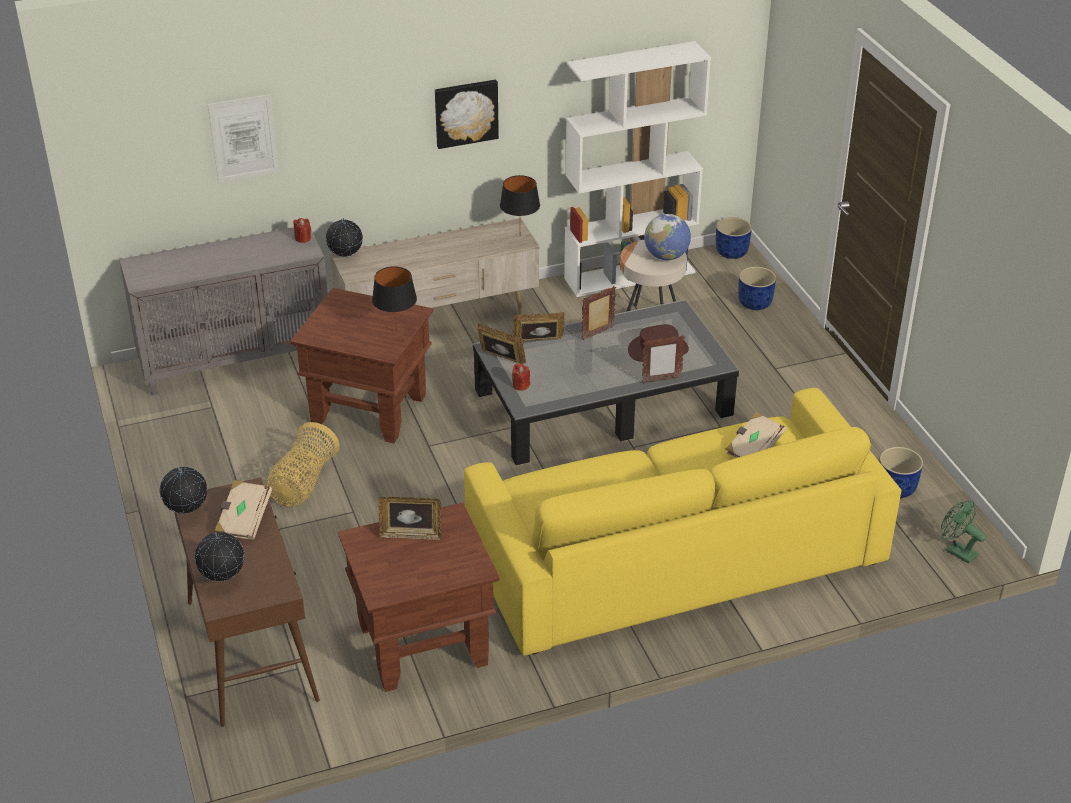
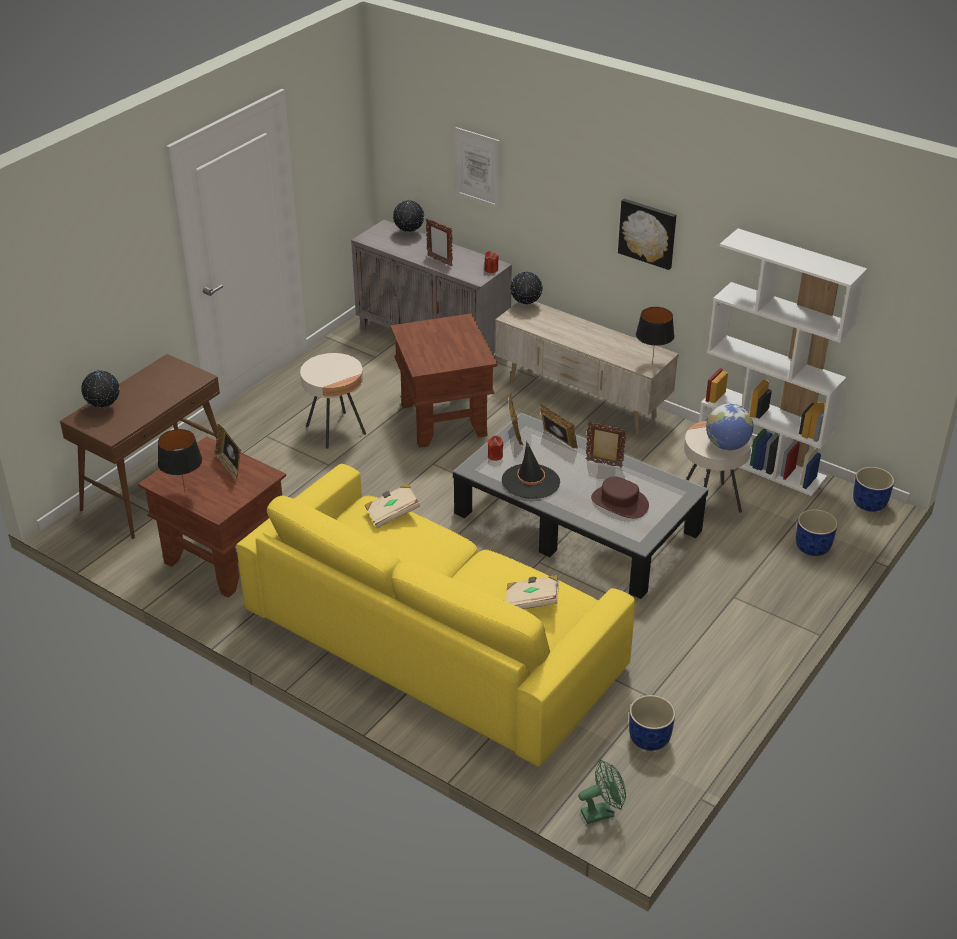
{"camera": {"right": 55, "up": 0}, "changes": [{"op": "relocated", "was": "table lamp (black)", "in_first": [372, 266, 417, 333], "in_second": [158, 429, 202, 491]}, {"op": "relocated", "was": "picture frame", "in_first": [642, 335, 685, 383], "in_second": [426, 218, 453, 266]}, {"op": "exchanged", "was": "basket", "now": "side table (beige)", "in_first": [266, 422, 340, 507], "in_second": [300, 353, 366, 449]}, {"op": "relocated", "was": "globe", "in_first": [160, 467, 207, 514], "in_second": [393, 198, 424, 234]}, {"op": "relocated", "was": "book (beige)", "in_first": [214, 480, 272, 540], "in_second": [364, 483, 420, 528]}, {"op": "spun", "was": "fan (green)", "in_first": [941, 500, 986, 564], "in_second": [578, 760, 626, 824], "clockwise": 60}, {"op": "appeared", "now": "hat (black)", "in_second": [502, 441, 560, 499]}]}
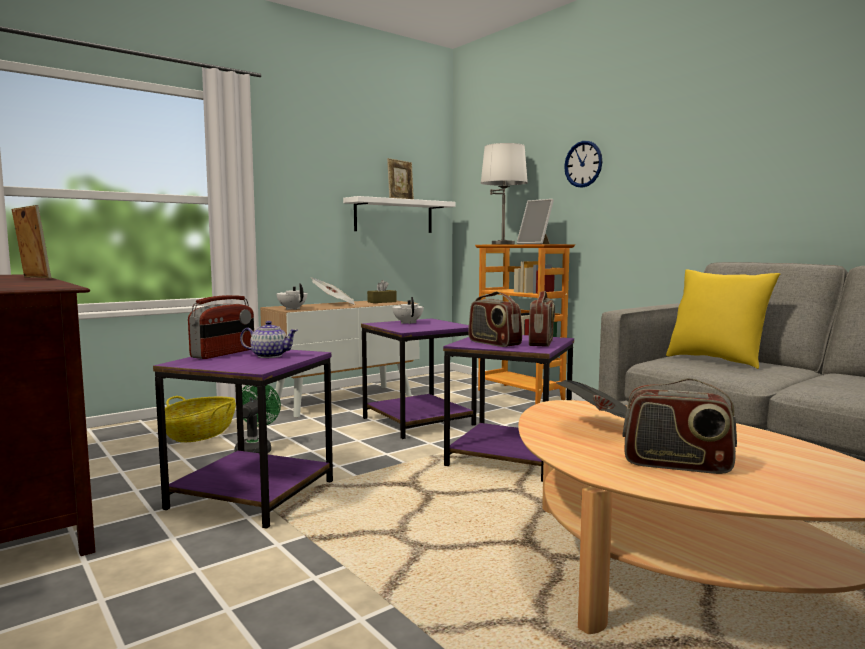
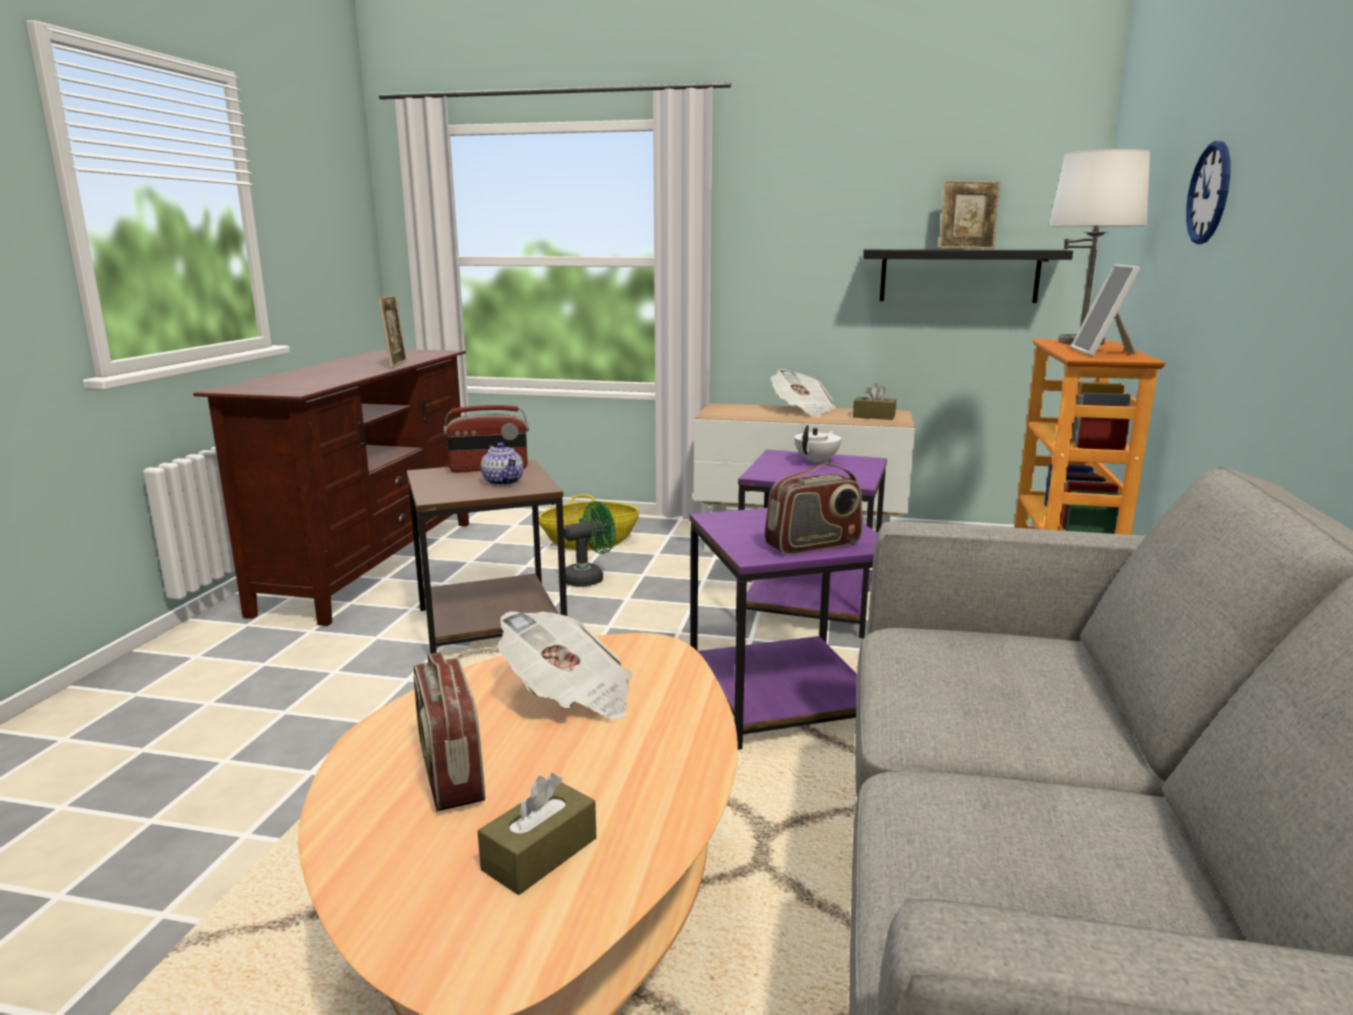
{"camera": {"right": 50, "up": 10}, "changes": [{"op": "colour", "was": "shelf (white)", "now": "shelf (black)", "in_first": [343, 196, 456, 233], "in_second": [863, 249, 1073, 303]}, {"op": "missing", "was": "pillow (yellow)", "in_first": [666, 269, 780, 369]}, {"op": "missing", "was": "teapot (white)", "in_first": [277, 283, 307, 310]}, {"op": "missing", "was": "radio", "in_first": [468, 292, 522, 347]}, {"op": "colour", "was": "side table (purple)", "now": "side table (brown)", "in_first": [153, 350, 333, 529], "in_second": [407, 460, 567, 654]}, {"op": "appeared", "now": "tissue box (brown)", "in_second": [478, 773, 596, 895]}]}
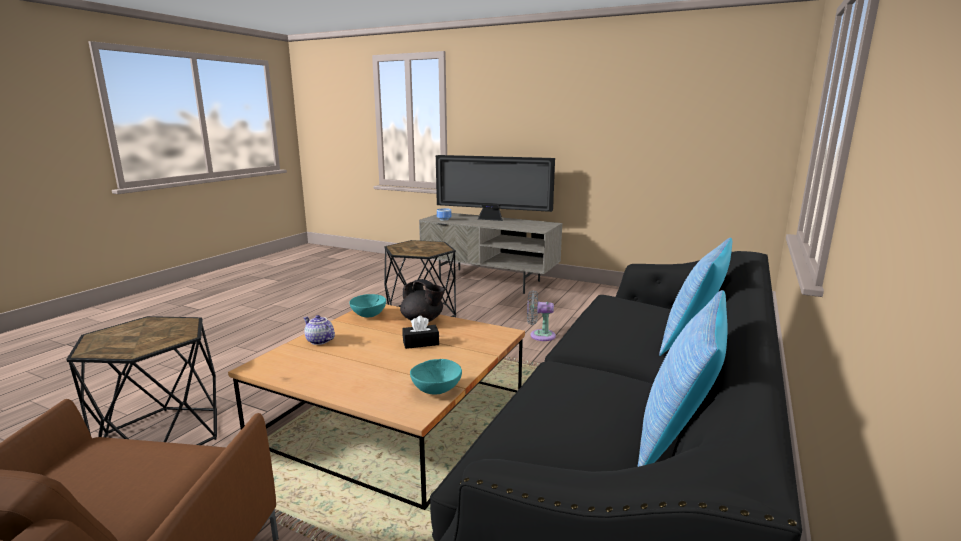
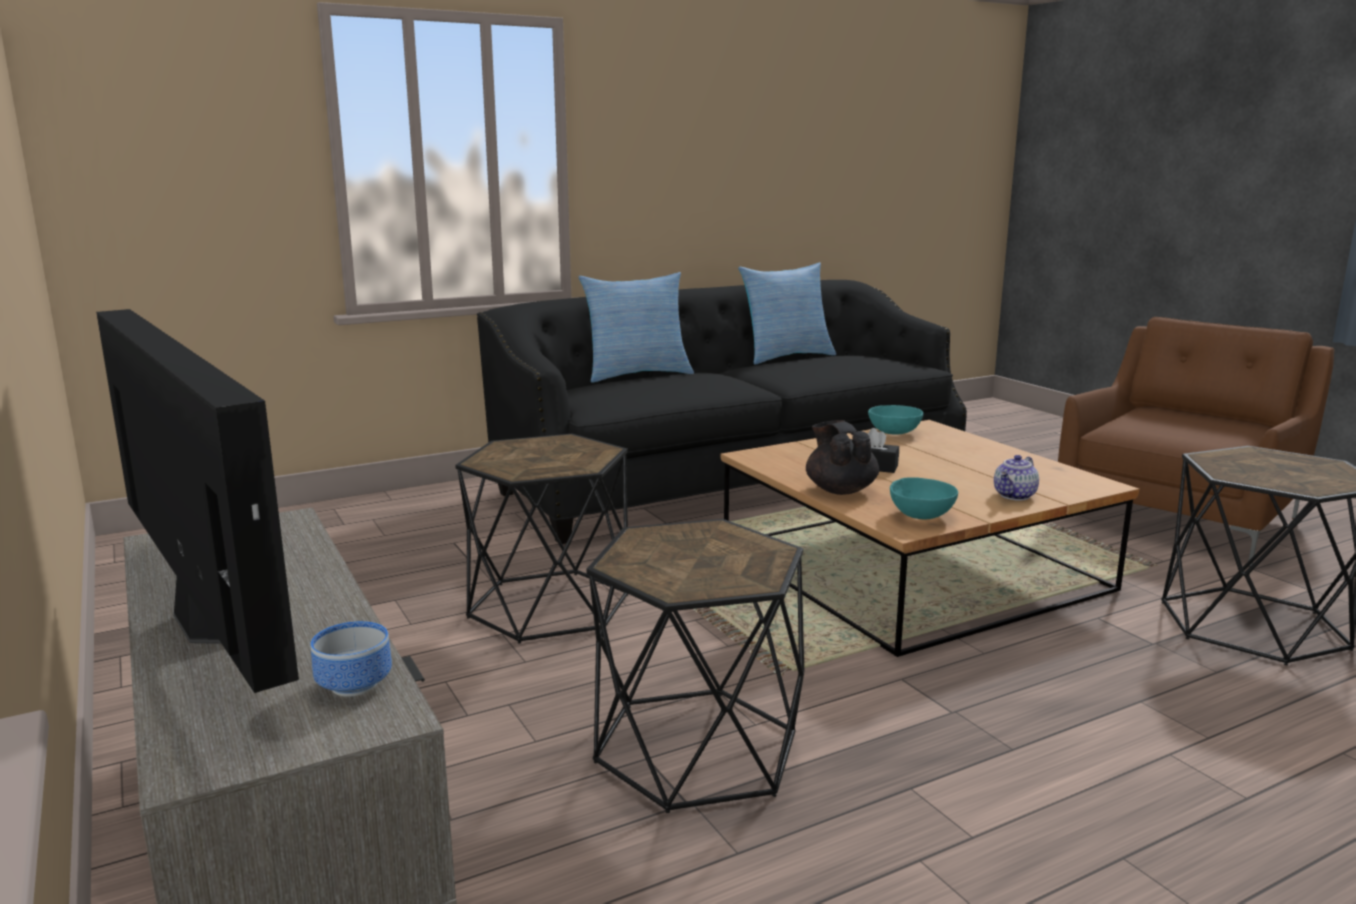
{"camera": {"right": -145, "up": 0}, "changes": [{"op": "exchanged", "was": "fan (grey)", "now": "side table (black)", "in_first": [527, 290, 556, 341], "in_second": [455, 434, 628, 644]}, {"op": "spun", "was": "teapot", "in_first": [303, 315, 335, 345], "in_second": [994, 455, 1039, 501], "clockwise": 60}]}
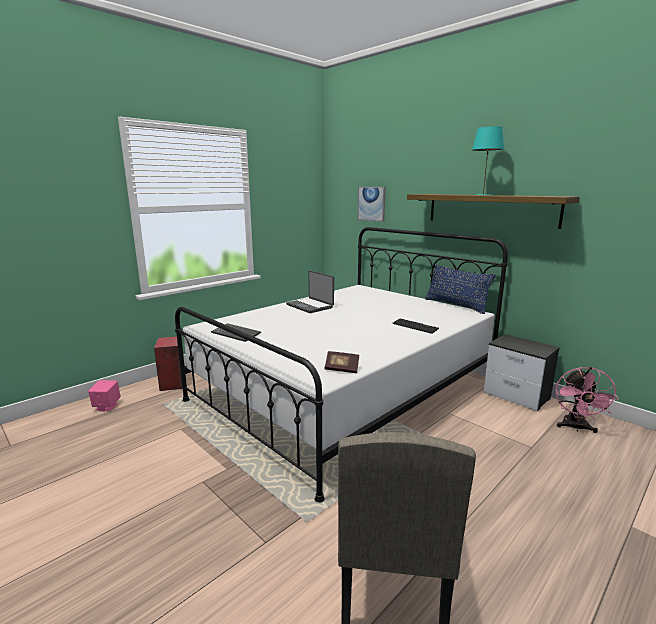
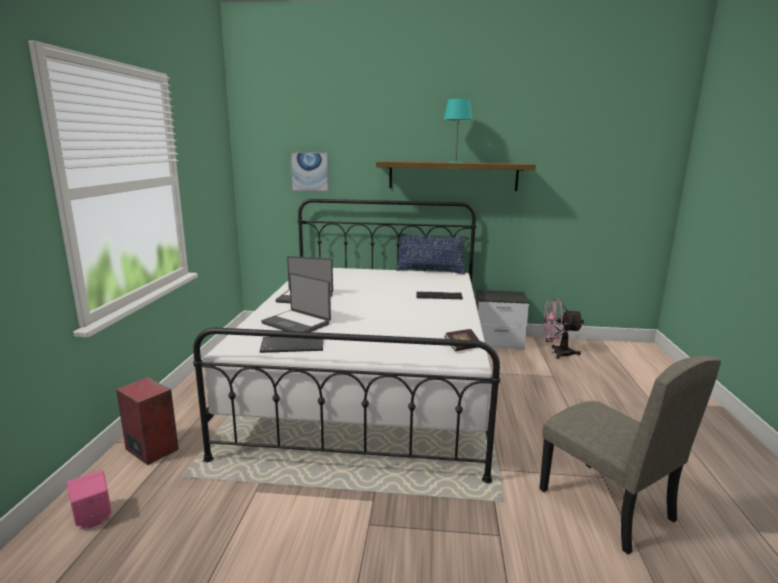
{"camera": {"right": -40, "up": 0}, "changes": [{"op": "spun", "was": "fan (pink)", "in_first": [555, 367, 619, 433], "in_second": [543, 299, 584, 359], "clockwise": 120}, {"op": "appeared", "now": "laptop", "in_second": [261, 273, 331, 332]}]}
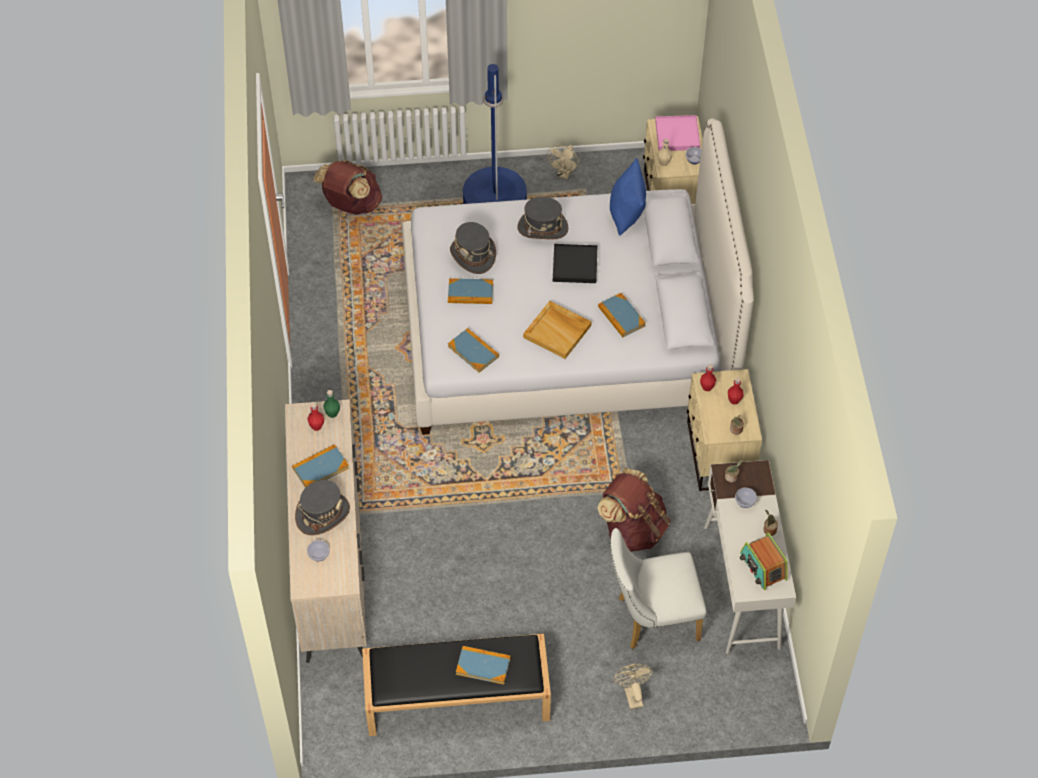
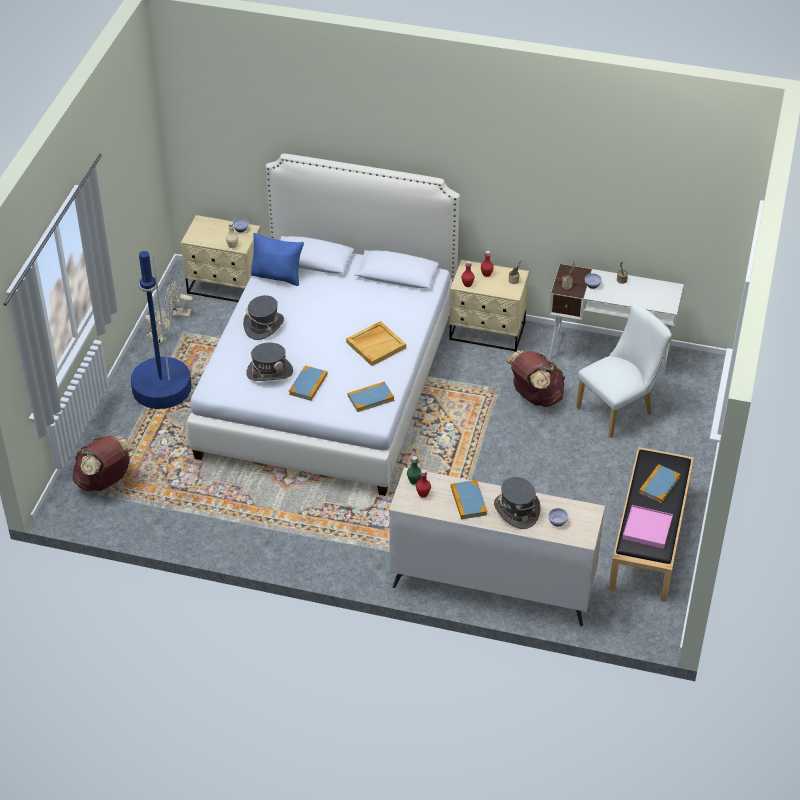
{"camera": {"right": -70, "up": -10}, "changes": [{"op": "relocated", "was": "tray (pink)", "in_first": [655, 115, 700, 151], "in_second": [623, 505, 673, 549]}, {"op": "missing", "was": "tray (black)", "in_first": [553, 244, 598, 283]}, {"op": "missing", "was": "book", "in_first": [598, 293, 645, 337]}, {"op": "spun", "was": "chair (white)", "in_first": [610, 528, 707, 649], "in_second": [576, 304, 672, 438], "clockwise": -135}, {"op": "missing", "was": "radio", "in_first": [740, 533, 787, 590]}, {"op": "relocated", "was": "fan (beige)", "in_first": [613, 664, 653, 710], "in_second": [165, 280, 193, 318]}]}
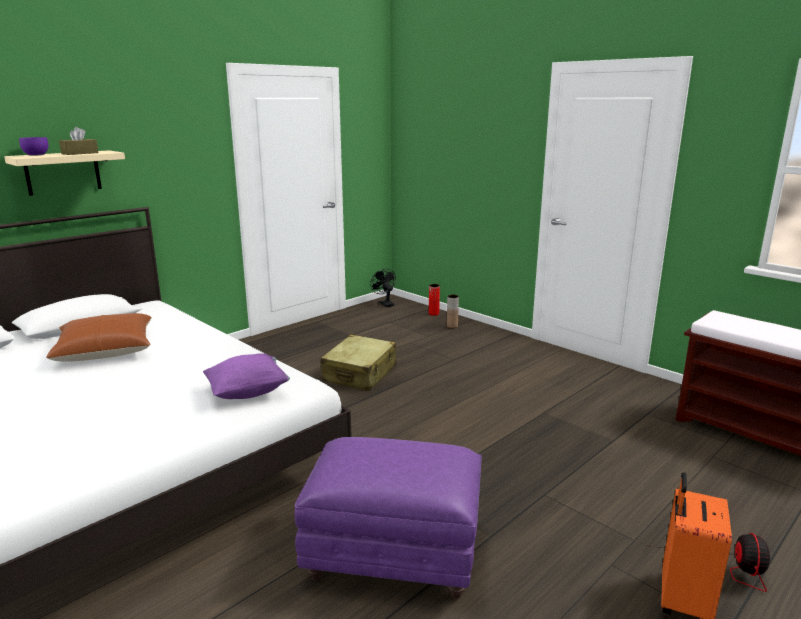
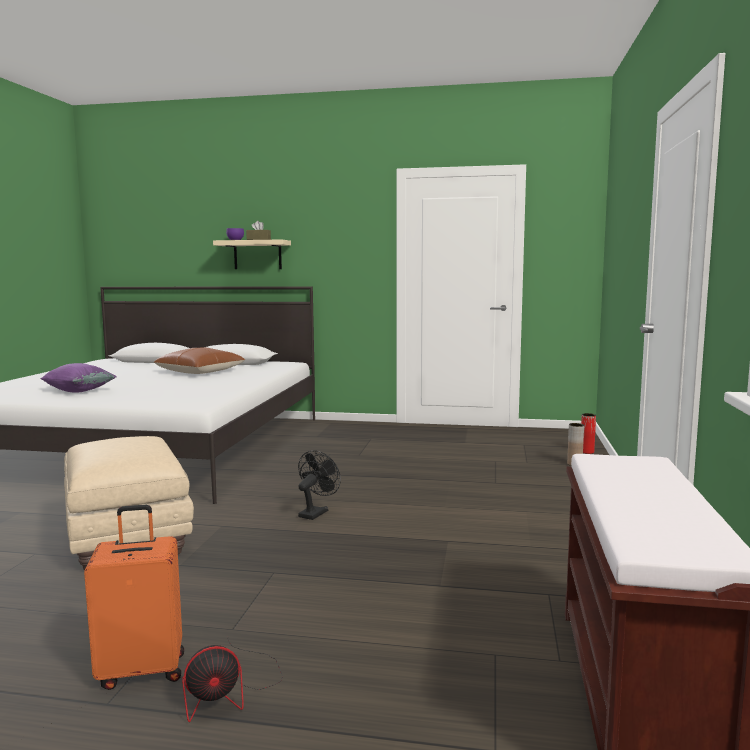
{"camera": {"right": 55, "up": -10}, "changes": [{"op": "relocated", "was": "fan (black)", "in_first": [370, 269, 396, 307], "in_second": [298, 450, 341, 520]}, {"op": "missing", "was": "suitcase (beige)", "in_first": [321, 335, 396, 391]}, {"op": "relocated", "was": "pillow (purple)", "in_first": [203, 353, 290, 399], "in_second": [40, 363, 117, 392]}, {"op": "colour", "was": "ottoman (purple)", "now": "ottoman (beige)", "in_first": [295, 437, 482, 599], "in_second": [64, 436, 194, 570]}]}
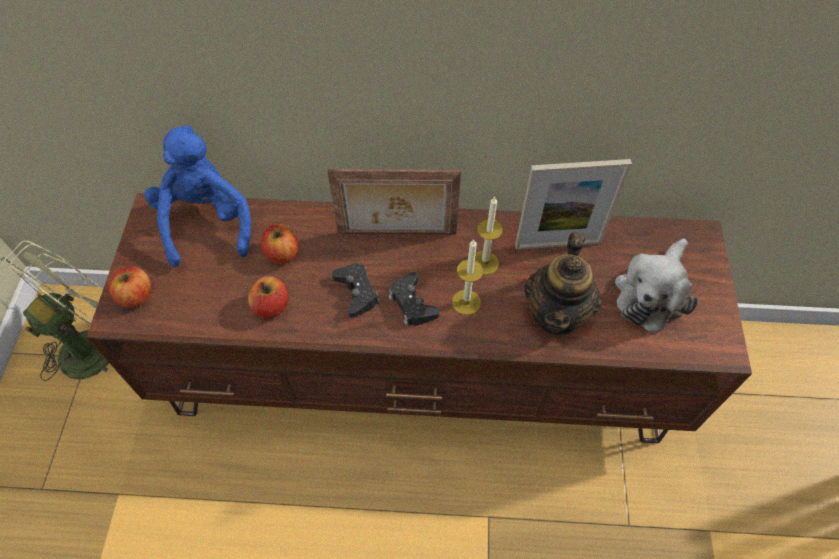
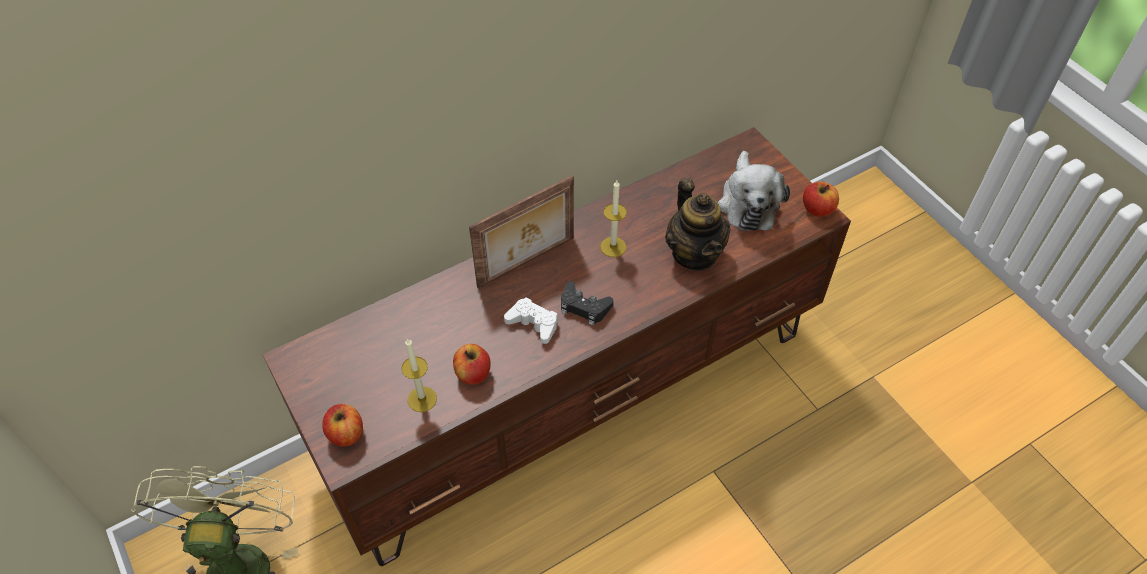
{"camera": {"right": -35, "up": -5}, "changes": [{"op": "missing", "was": "plush toy (blue)", "in_first": [144, 125, 251, 267]}, {"op": "missing", "was": "picture frame", "in_first": [515, 159, 632, 250]}, {"op": "relocated", "was": "apple", "in_first": [261, 224, 298, 264], "in_second": [803, 182, 839, 217]}, {"op": "relocated", "was": "candle", "in_first": [452, 240, 483, 315], "in_second": [402, 338, 437, 412]}, {"op": "colour", "was": "game controller (black)", "now": "game controller (white)", "in_first": [332, 263, 380, 318], "in_second": [504, 297, 558, 344]}]}
